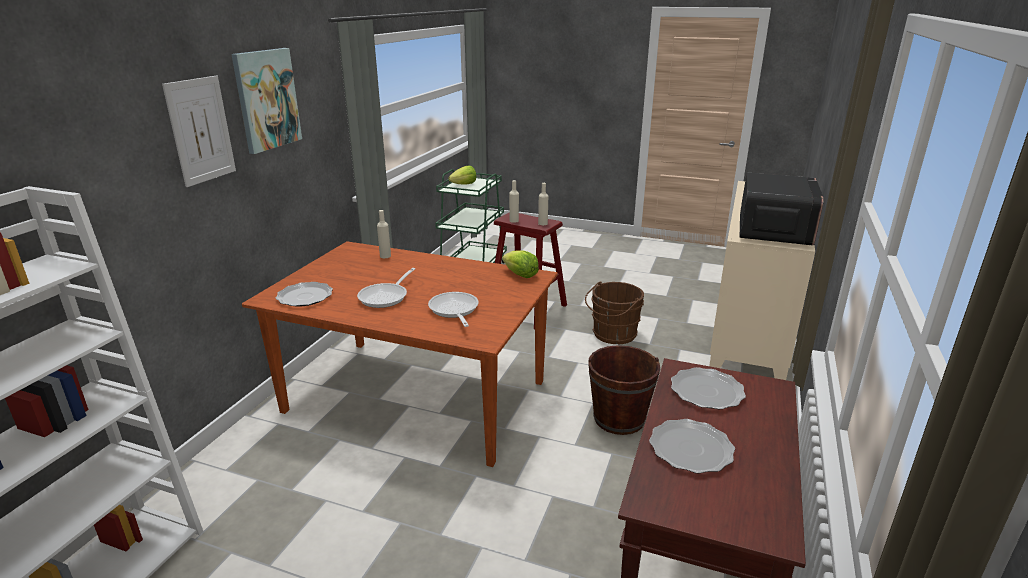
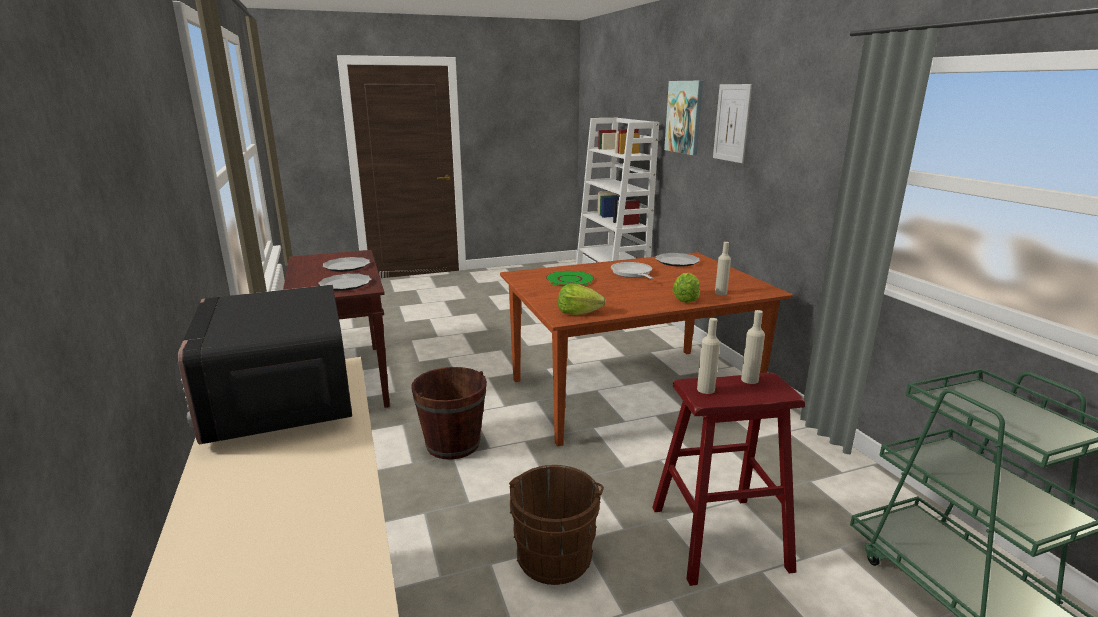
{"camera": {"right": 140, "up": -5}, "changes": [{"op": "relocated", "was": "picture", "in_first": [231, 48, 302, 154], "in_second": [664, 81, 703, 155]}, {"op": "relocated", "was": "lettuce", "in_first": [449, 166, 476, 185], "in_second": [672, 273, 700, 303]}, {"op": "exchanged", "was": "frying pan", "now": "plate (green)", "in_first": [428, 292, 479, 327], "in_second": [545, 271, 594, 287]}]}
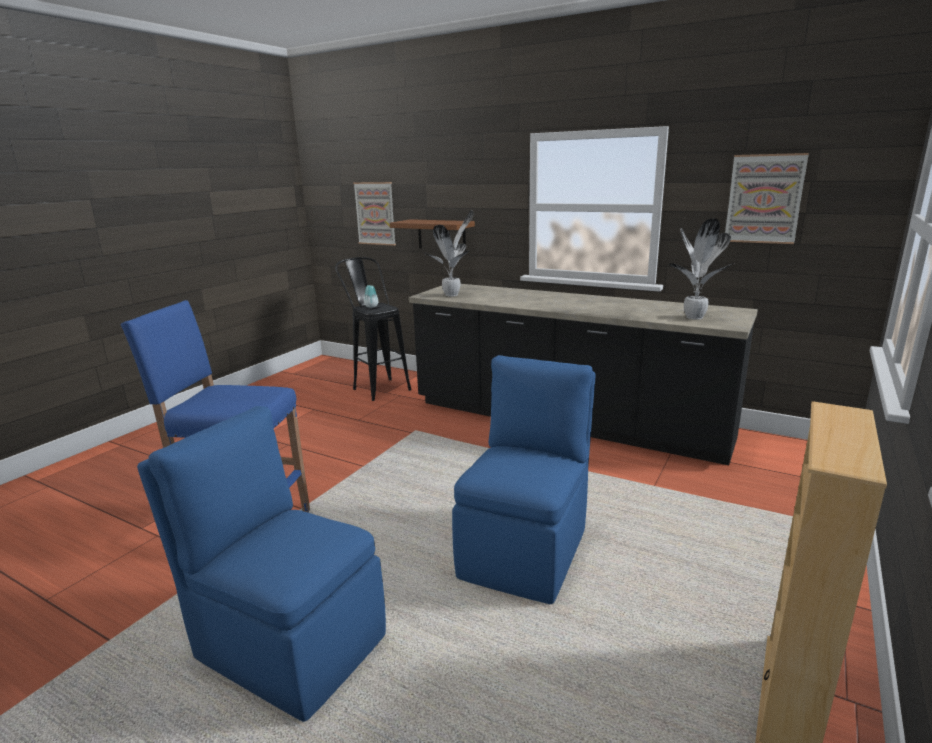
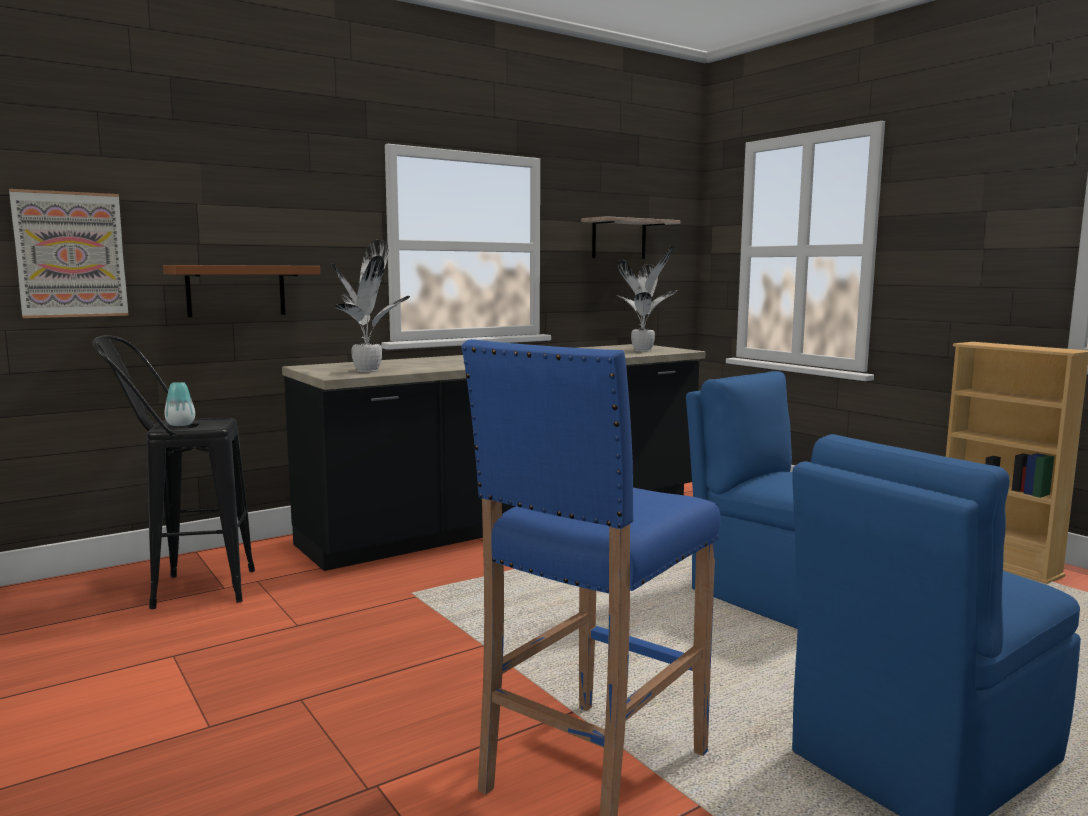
{"camera": {"right": -65, "up": -10}, "changes": [{"op": "exchanged", "was": "picture", "now": "shelf", "in_first": [725, 153, 808, 244], "in_second": [581, 216, 681, 259]}]}
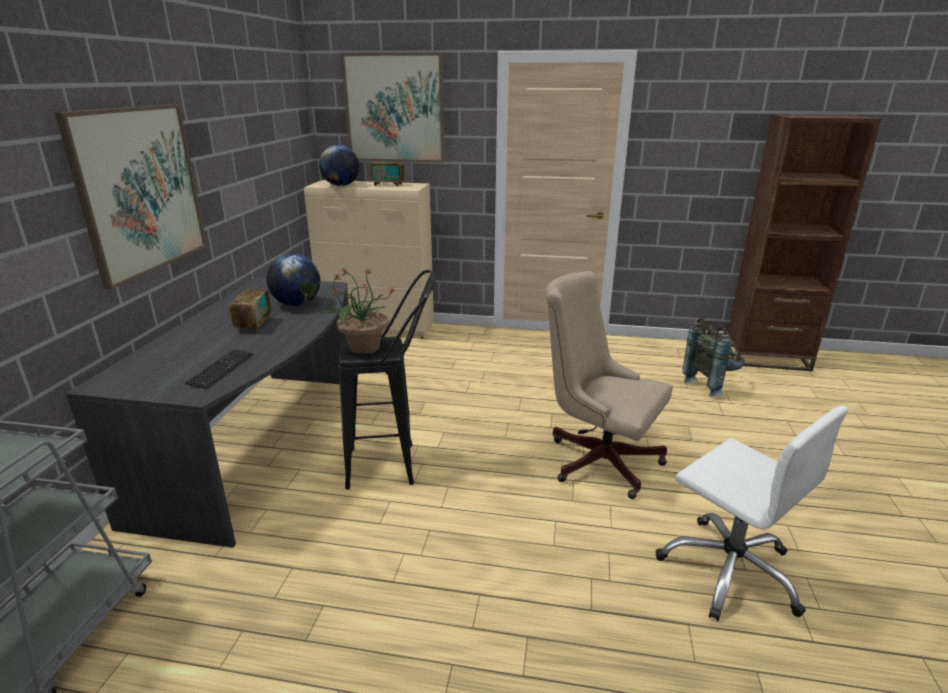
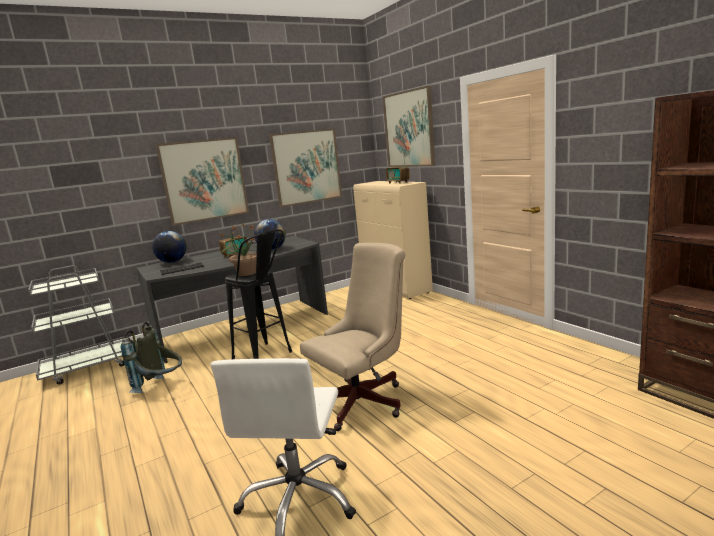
{"camera": {"right": 50, "up": -10}, "changes": [{"op": "relocated", "was": "globe", "in_first": [319, 145, 359, 186], "in_second": [152, 231, 186, 263]}, {"op": "spun", "was": "office chair (beige)", "in_first": [545, 271, 673, 499], "in_second": [300, 243, 405, 431], "clockwise": 60}, {"op": "relocated", "was": "backpack (grey)", "in_first": [682, 318, 745, 396], "in_second": [121, 322, 182, 393]}, {"op": "appeared", "now": "picture", "in_second": [269, 129, 342, 207]}]}
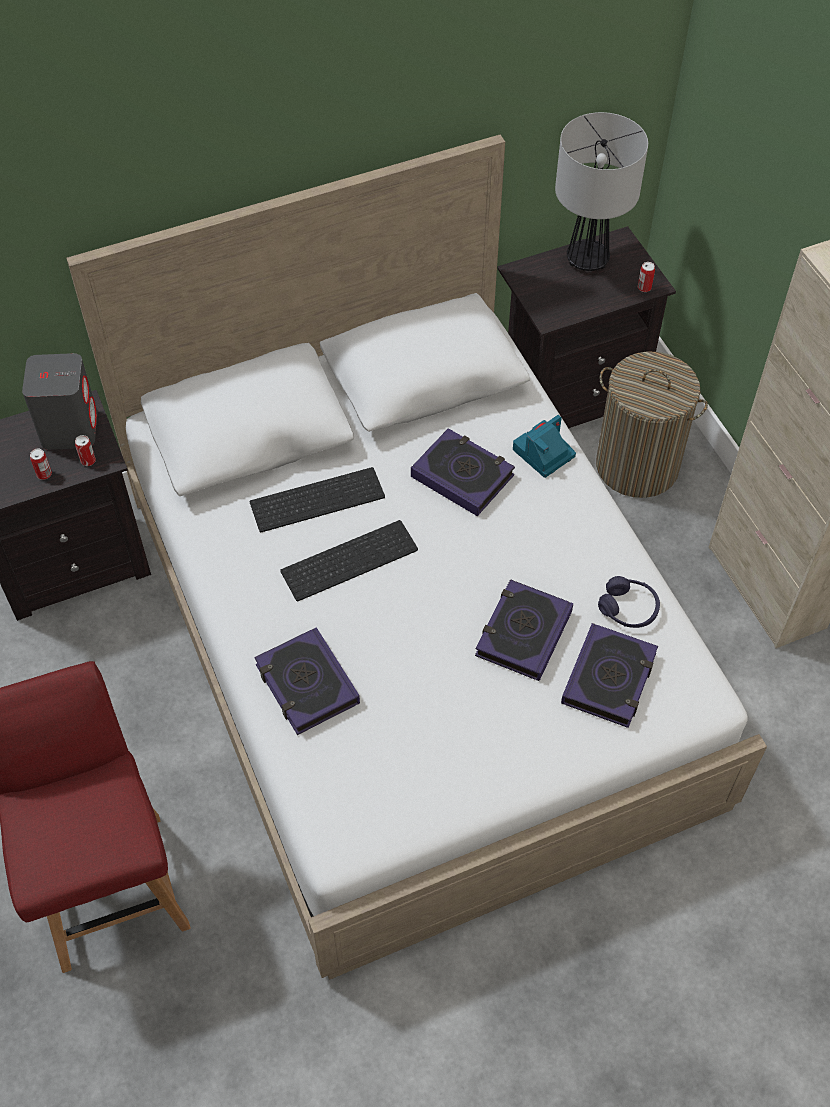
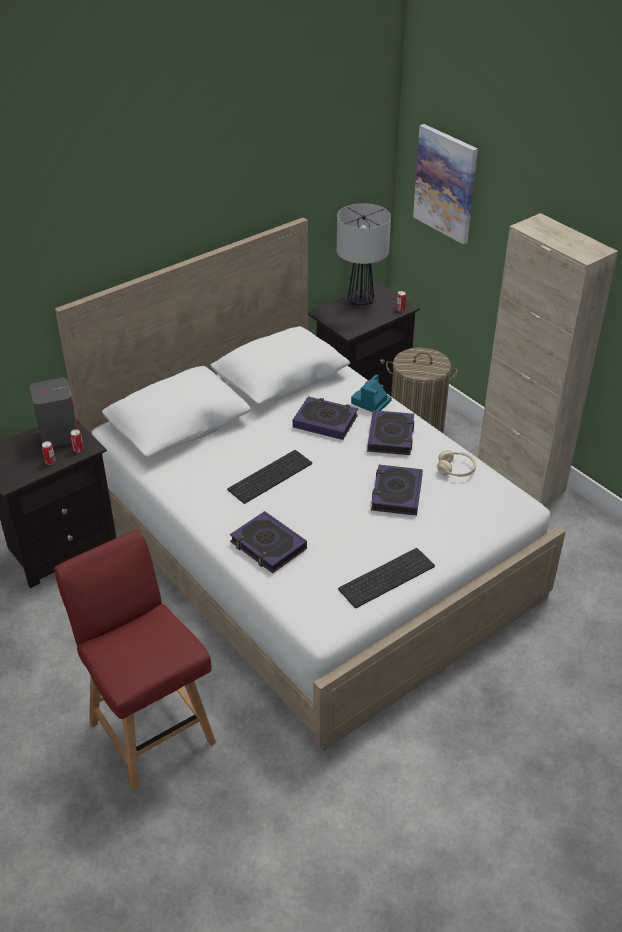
{"camera": {"right": -15, "up": -15}, "changes": [{"op": "relocated", "was": "keyboard", "in_first": [250, 467, 385, 532], "in_second": [338, 548, 435, 608]}, {"op": "colour", "was": "headphones (purple)", "now": "headphones (beige)", "in_first": [598, 576, 660, 628], "in_second": [437, 450, 476, 477]}, {"op": "relocated", "was": "book", "in_first": [561, 623, 658, 728], "in_second": [367, 410, 414, 455]}, {"op": "appeared", "now": "picture", "in_second": [413, 124, 478, 244]}]}
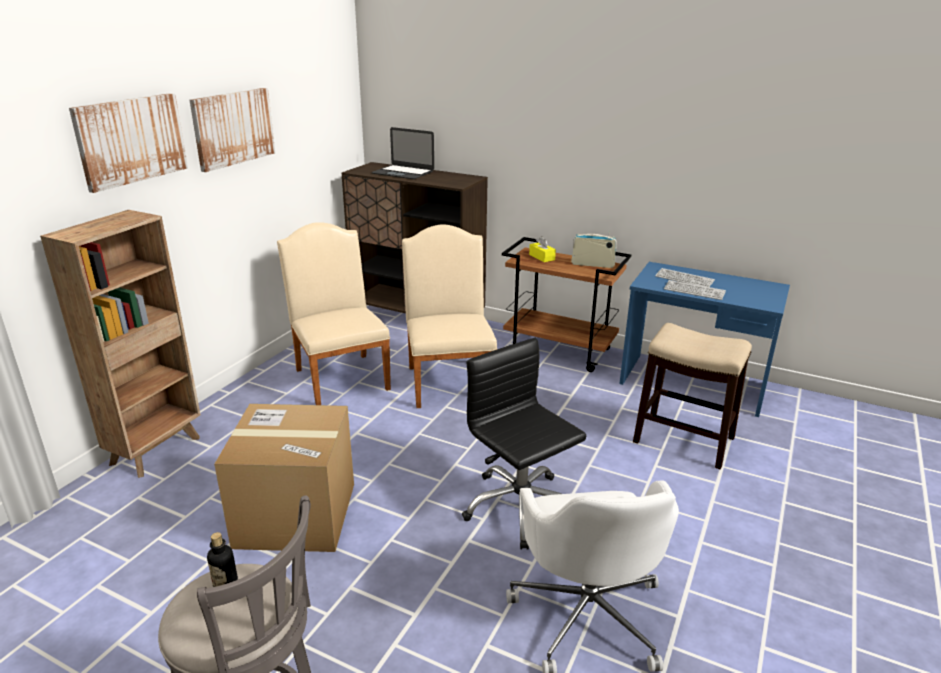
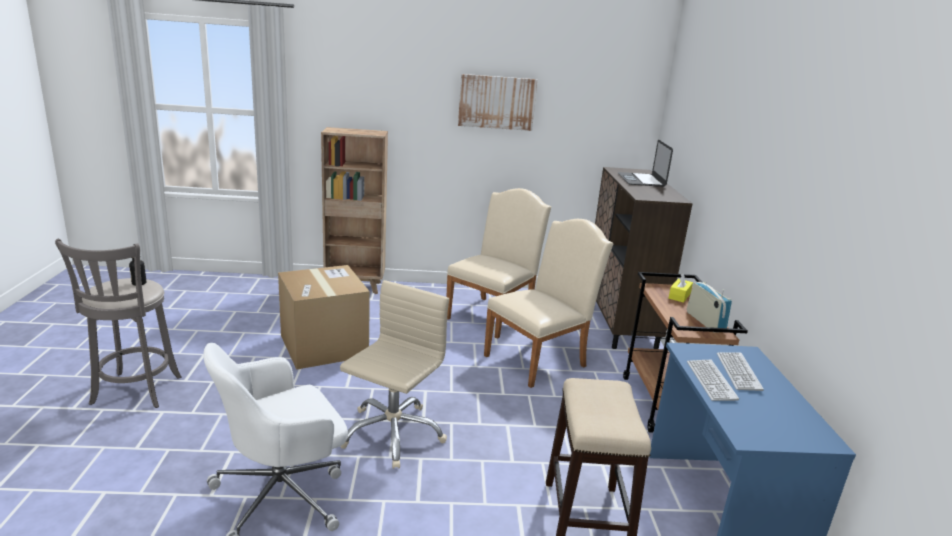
{"camera": {"right": 60, "up": -5}, "changes": [{"op": "missing", "was": "picture", "in_first": [69, 93, 188, 193]}, {"op": "colour", "was": "office chair (black)", "now": "office chair (beige)", "in_first": [462, 338, 586, 550], "in_second": [340, 280, 449, 469]}]}
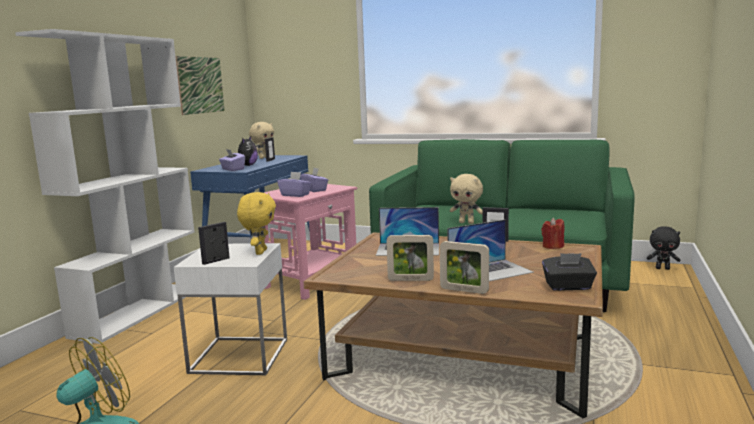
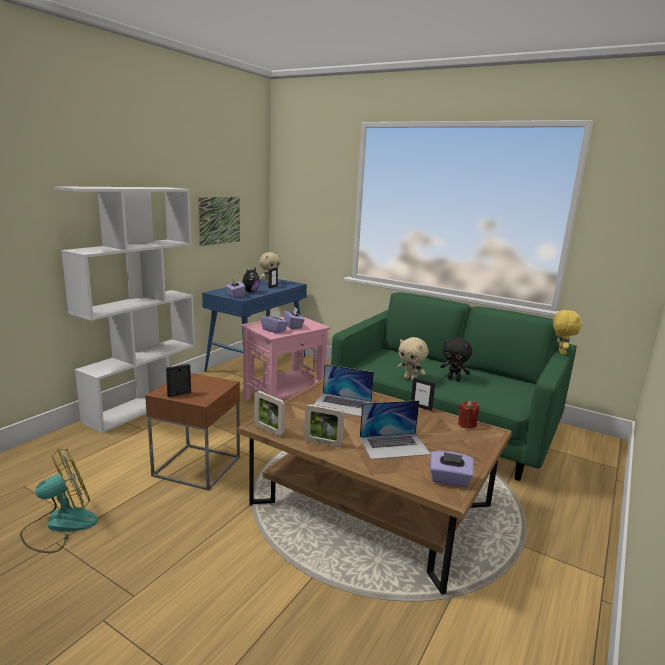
{"camera": {"right": 10, "up": 5}, "changes": [{"op": "relocated", "was": "plush toy (yellow)", "in_first": [237, 192, 276, 255], "in_second": [553, 310, 582, 355]}, {"op": "relocated", "was": "plush toy (black)", "in_first": [647, 226, 681, 270], "in_second": [440, 337, 472, 381]}, {"op": "relocated", "was": "picture frame", "in_first": [440, 241, 489, 294], "in_second": [255, 391, 285, 436]}, {"op": "colour", "was": "side table (white)", "now": "side table (brown)", "in_first": [174, 243, 287, 375], "in_second": [145, 373, 240, 491]}, {"op": "colour", "was": "tissue box (black)", "now": "tissue box (purple)", "in_first": [542, 253, 597, 291], "in_second": [430, 451, 473, 487]}]}
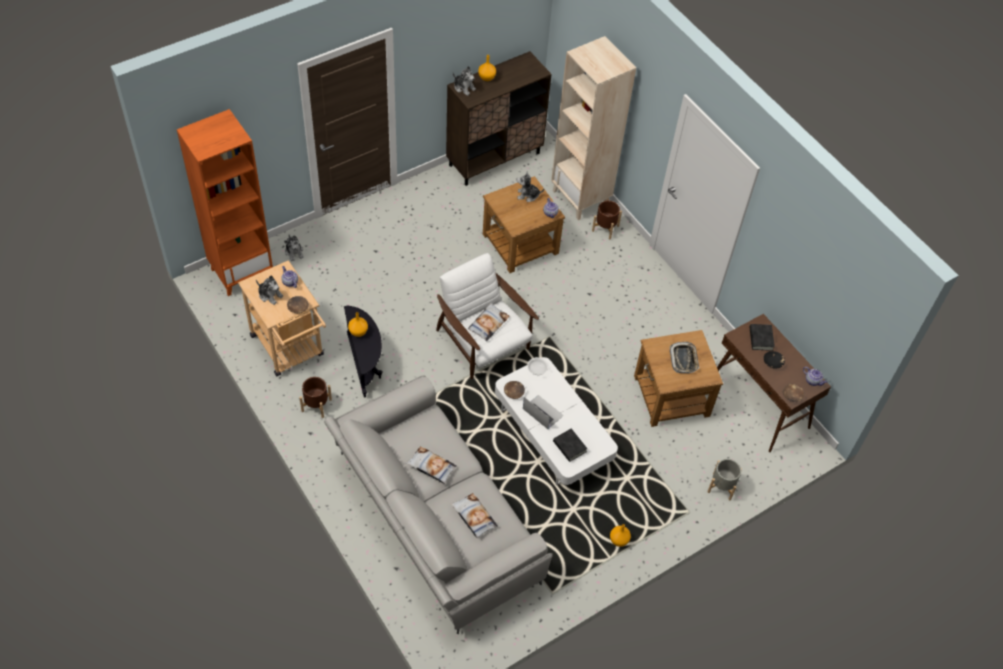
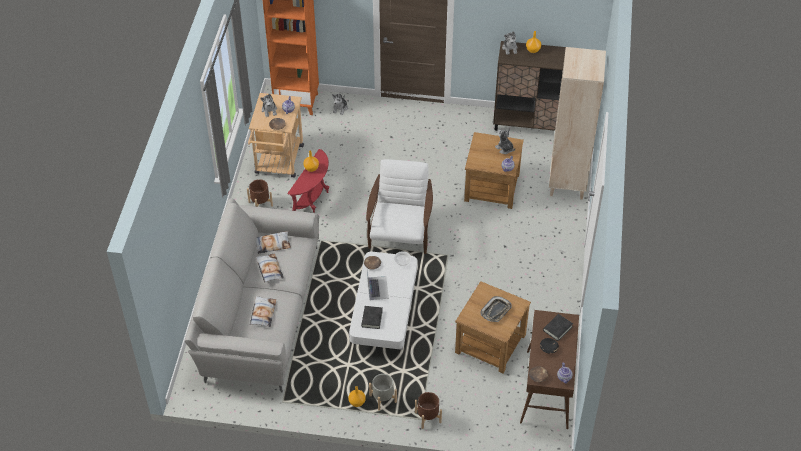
{"camera": {"right": 45, "up": -5}, "changes": [{"op": "relocated", "was": "planter (brown)", "in_first": [592, 201, 622, 239], "in_second": [415, 392, 442, 429]}, {"op": "relocated", "was": "pillow", "in_first": [468, 303, 509, 341], "in_second": [256, 232, 291, 254]}, {"op": "colour", "was": "side table (black)", "now": "side table (red)", "in_first": [344, 306, 383, 398], "in_second": [287, 149, 329, 213]}, {"op": "relocated", "was": "planter (grey)", "in_first": [707, 459, 742, 500], "in_second": [369, 374, 397, 411]}]}
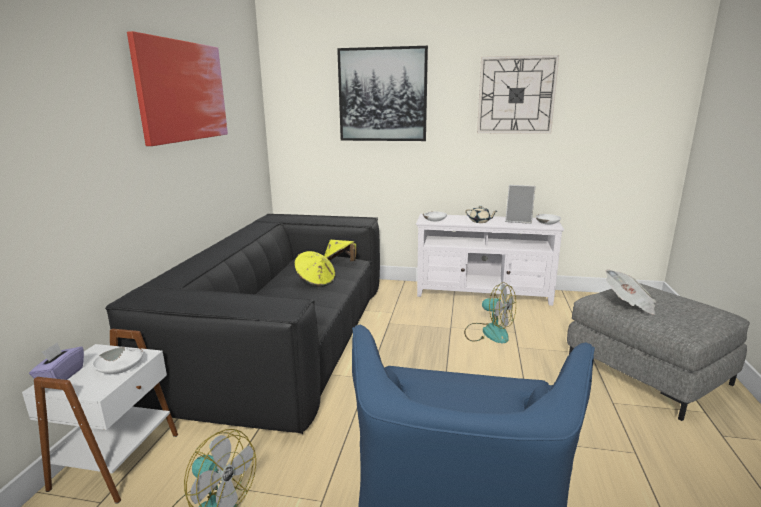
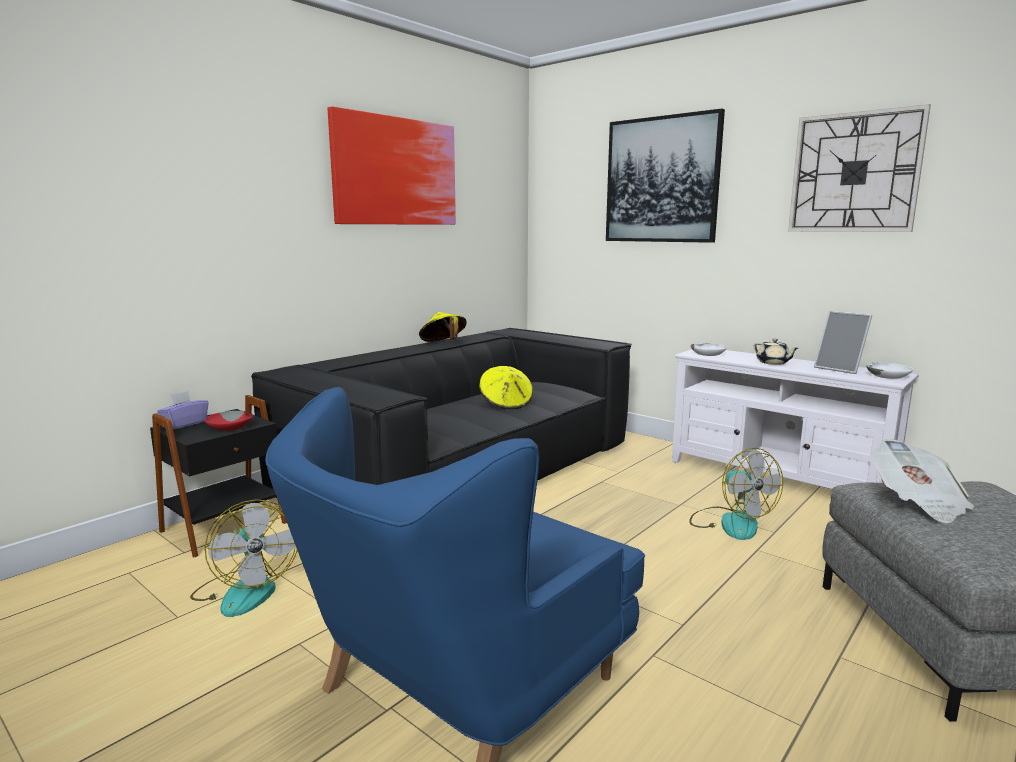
{"camera": {"right": 30, "up": -5}, "changes": [{"op": "relocated", "was": "hat (yellow)", "in_first": [324, 240, 357, 261], "in_second": [419, 312, 467, 342]}, {"op": "colour", "was": "side table (white)", "now": "side table (black)", "in_first": [22, 329, 178, 504], "in_second": [150, 395, 287, 557]}, {"op": "colour", "was": "bowl (white)", "now": "bowl (red)", "in_first": [92, 347, 143, 374], "in_second": [205, 411, 253, 431]}]}
